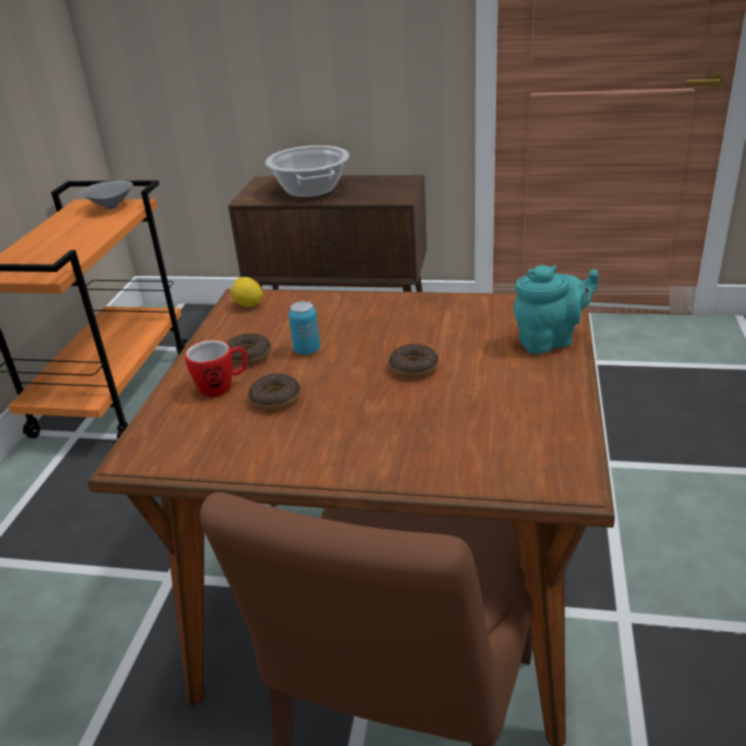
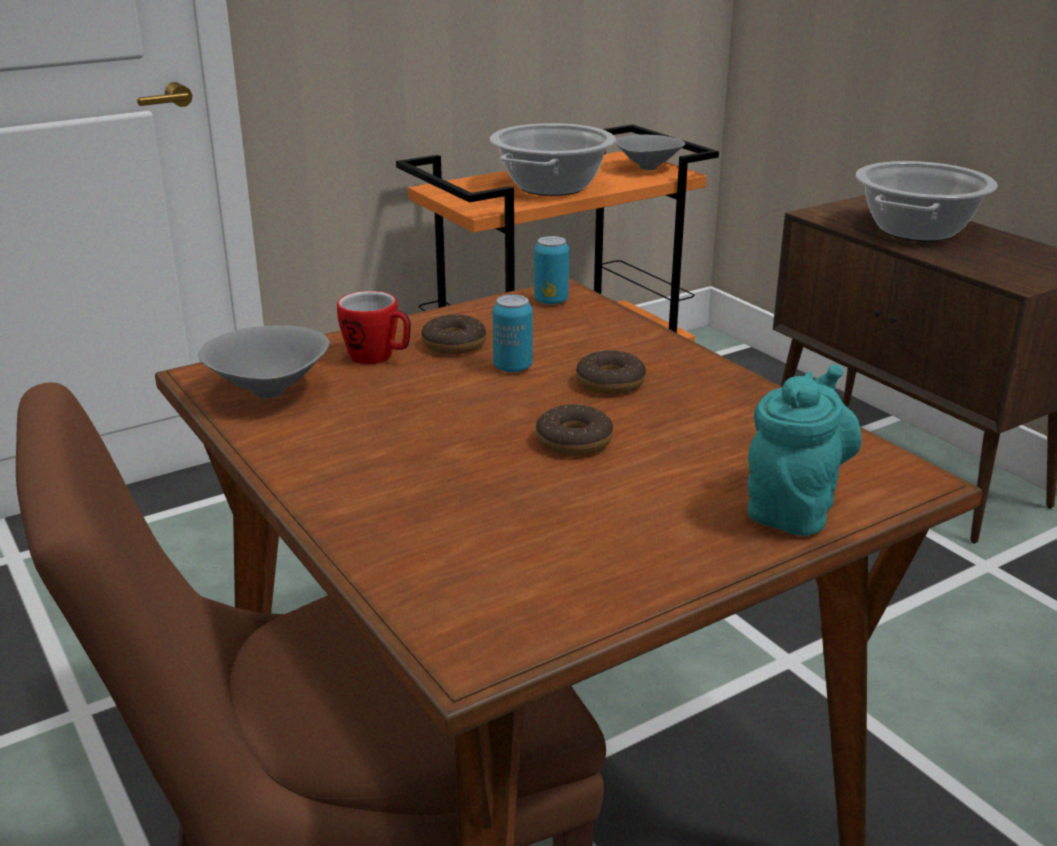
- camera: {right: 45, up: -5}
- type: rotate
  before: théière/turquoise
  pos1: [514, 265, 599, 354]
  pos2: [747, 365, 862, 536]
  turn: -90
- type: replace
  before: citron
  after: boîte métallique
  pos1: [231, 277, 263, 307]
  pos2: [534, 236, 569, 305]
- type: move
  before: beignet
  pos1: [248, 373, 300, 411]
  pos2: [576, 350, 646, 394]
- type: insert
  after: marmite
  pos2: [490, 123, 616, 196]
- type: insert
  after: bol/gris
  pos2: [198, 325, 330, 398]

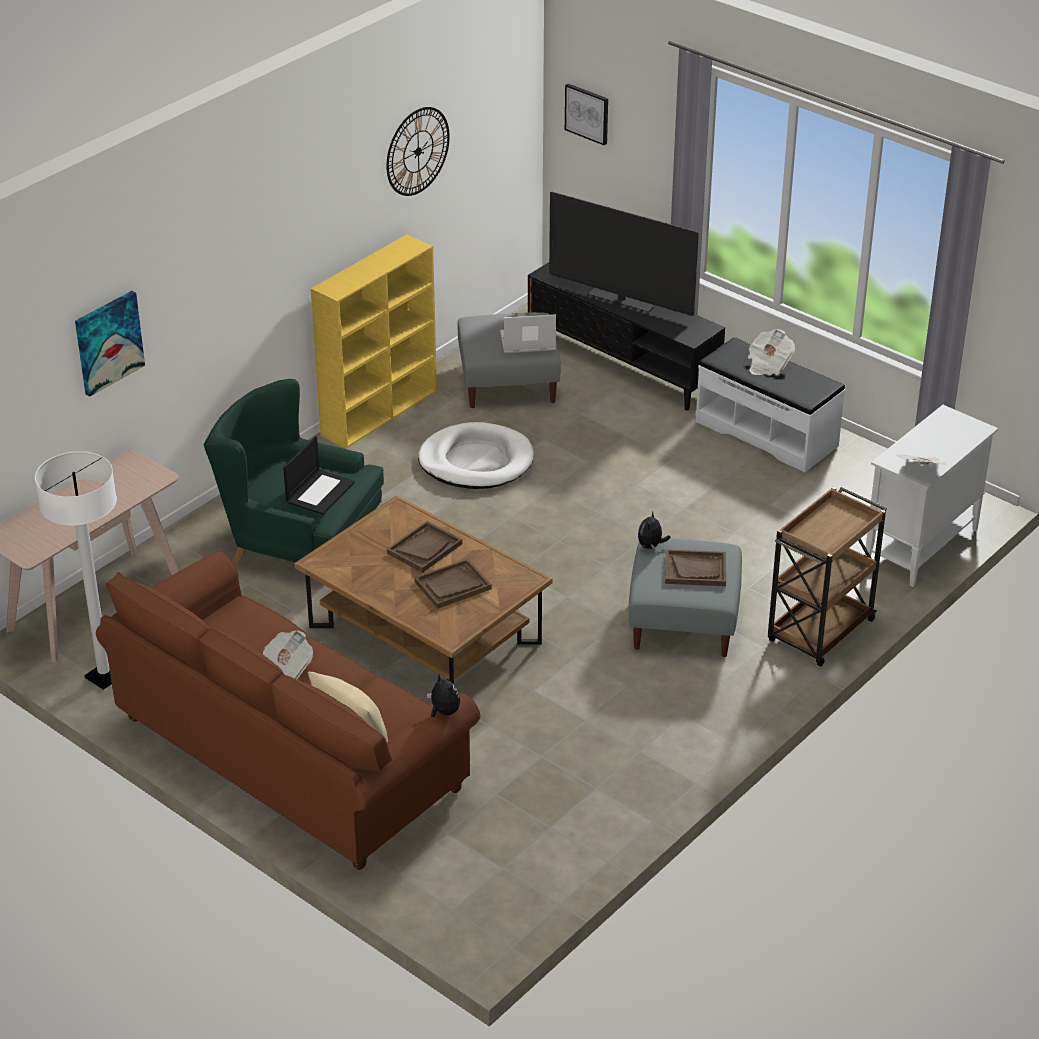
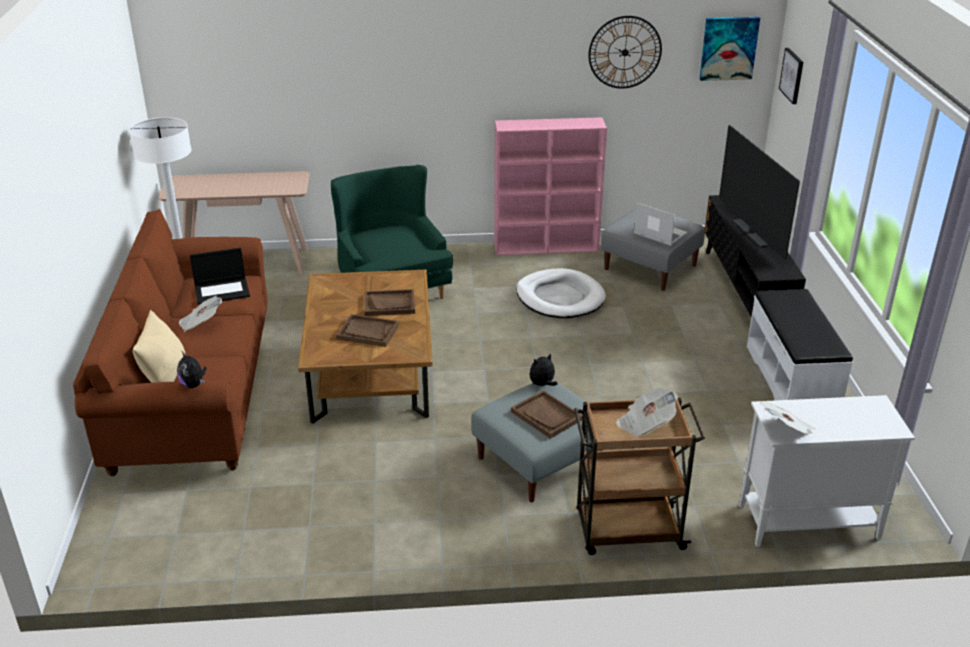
- camera: {right: 45, up: -5}
- type: recolor
  before: bibliothèque/jaune
  after: bibliothèque/rose
  pos1: [311, 235, 437, 449]
  pos2: [494, 117, 607, 255]
- type: move
  before: tableau
  pos1: [75, 291, 145, 397]
  pos2: [699, 17, 760, 81]
- type: move
  before: journal
  pos1: [748, 329, 795, 375]
  pos2: [616, 388, 678, 438]
- type: move
  before: ordinateur portable
  pos1: [283, 436, 355, 515]
  pos2: [190, 248, 250, 305]
- type: rotate
  before: peluche
  pos1: [427, 674, 460, 717]
  pos2: [177, 351, 206, 388]
  turn: 135

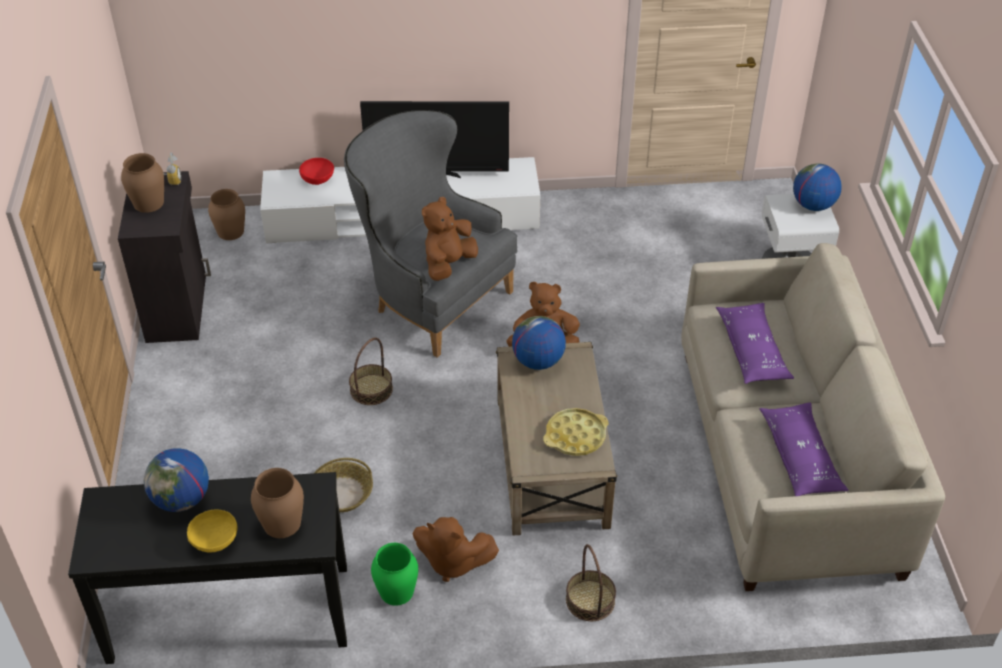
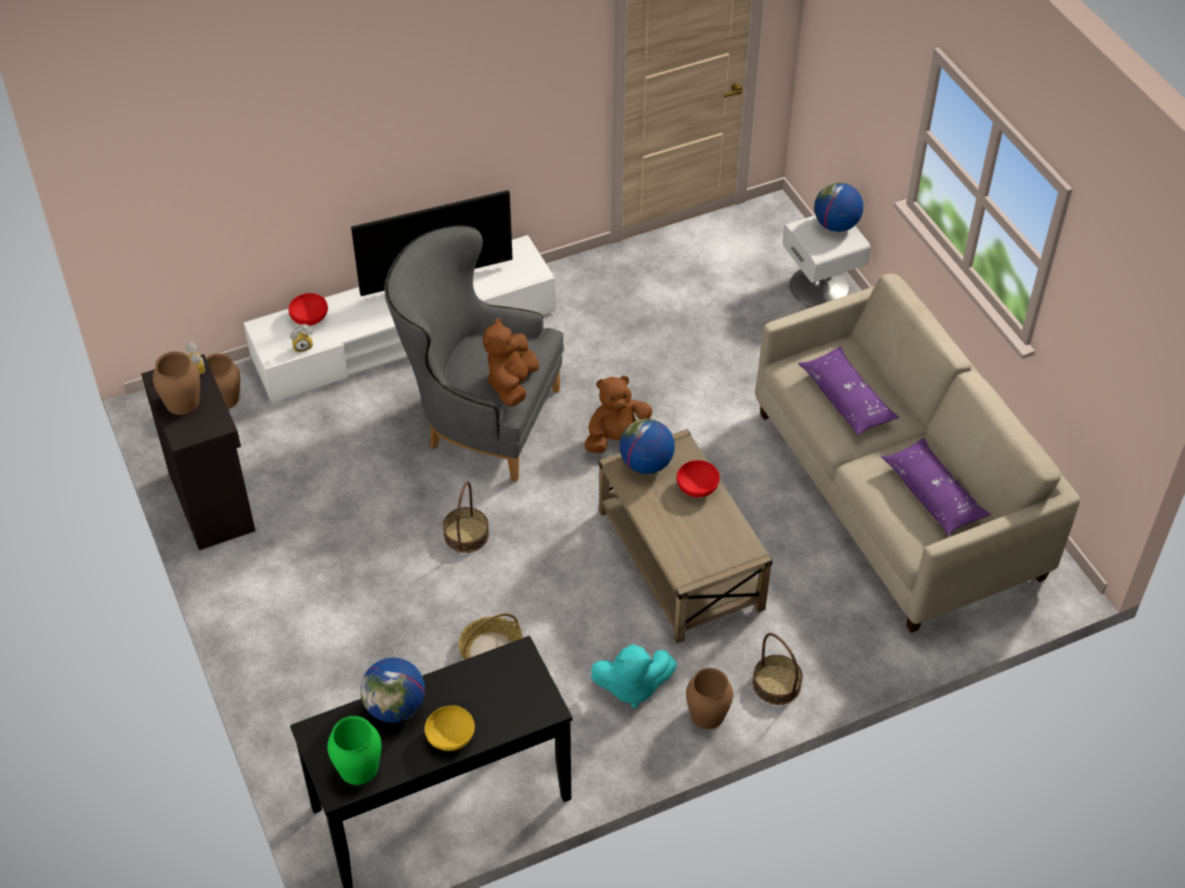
- camera: {right: -20, up: 5}
- type: delete
  before: plateau/jaune
  pos1: [543, 408, 609, 456]
- type: move
  before: vase/marron
  pos1: [251, 468, 304, 538]
  pos2: [686, 668, 733, 729]
- type: recolor
  before: peluche/marron
  after: peluche/turquoise
  pos1: [413, 517, 499, 582]
  pos2: [591, 644, 677, 708]
- type: move
  before: vase/vert
  pos1: [371, 543, 418, 606]
  pos2: [327, 716, 382, 785]
- type: insert
  after: réveil
  pos2: [290, 324, 313, 352]
- type: insert
  after: bol/rouge
  pos2: [676, 460, 720, 498]

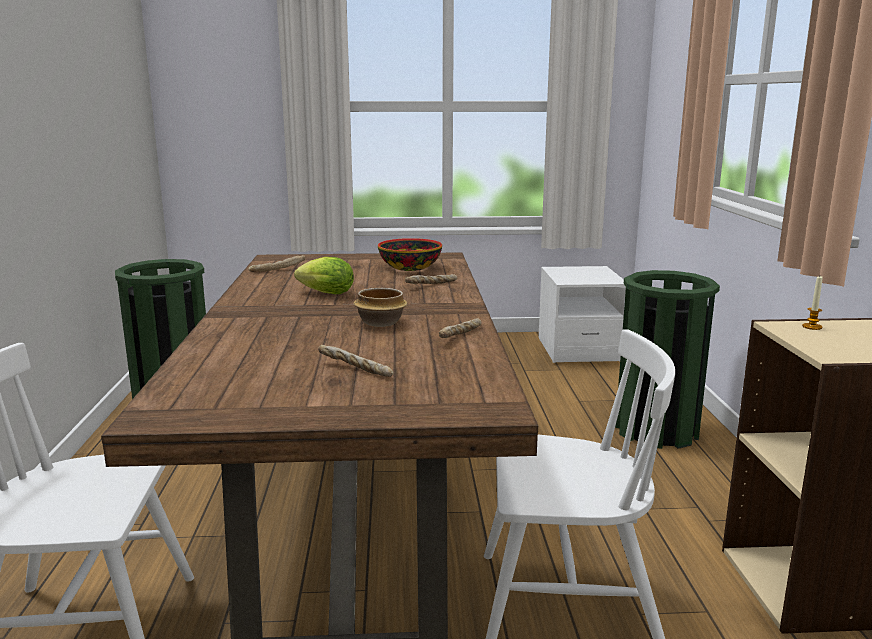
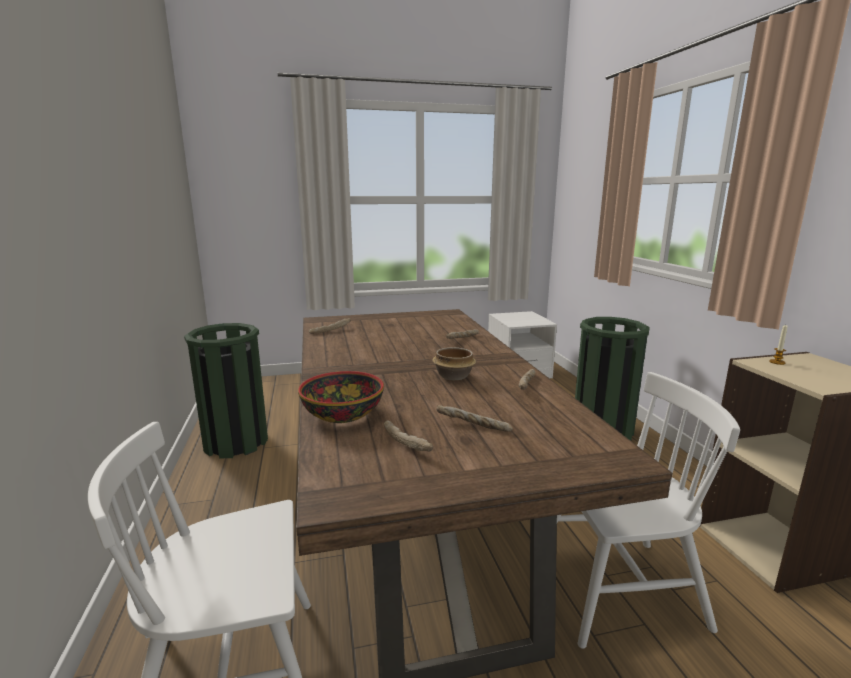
- camera: {right: -10, up: 0}
- type: move
  before: bol
  pos1: [378, 238, 442, 271]
  pos2: [298, 371, 384, 423]
- type: delete
  before: laitue
  pos1: [294, 257, 354, 294]
- type: insert
  after: pain
  pos2: [384, 420, 433, 452]

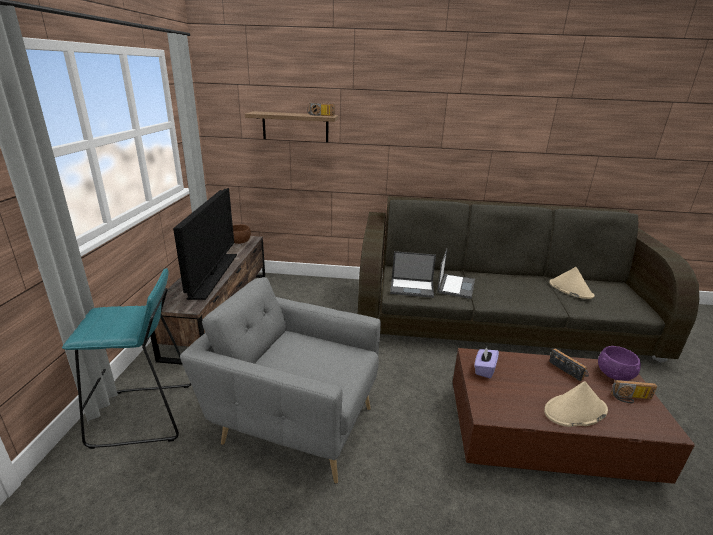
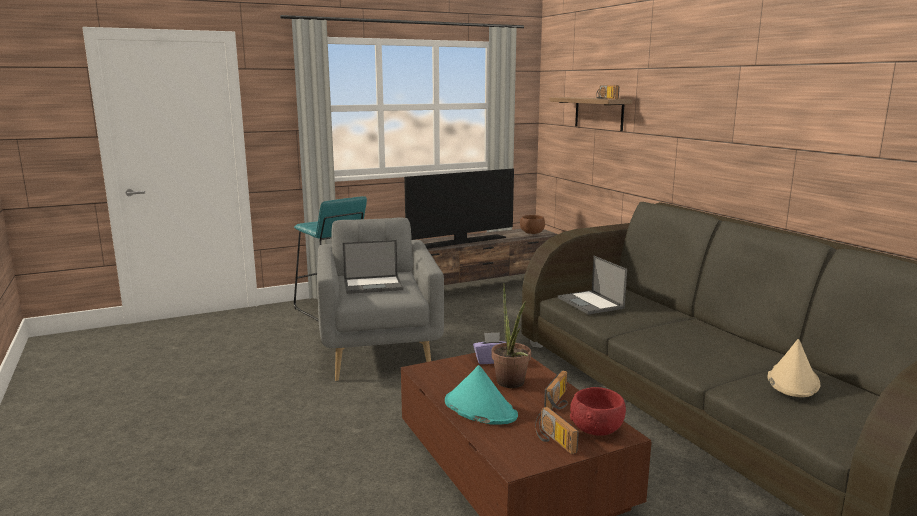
- camera: {right: 60, up: -10}
- type: move
  before: ordinateur portable
  pos1: [437, 249, 475, 299]
  pos2: [342, 240, 403, 294]
- type: recolor
  before: bol/violet
  after: bol/rouge
  pos1: [598, 346, 641, 381]
  pos2: [570, 387, 626, 436]
- type: recolor
  before: chapeau/beige
  after: chapeau/turquoise
  pos1: [544, 381, 608, 427]
  pos2: [445, 365, 518, 425]
- type: insert
  after: plante en pot
  pos2: [491, 283, 531, 388]

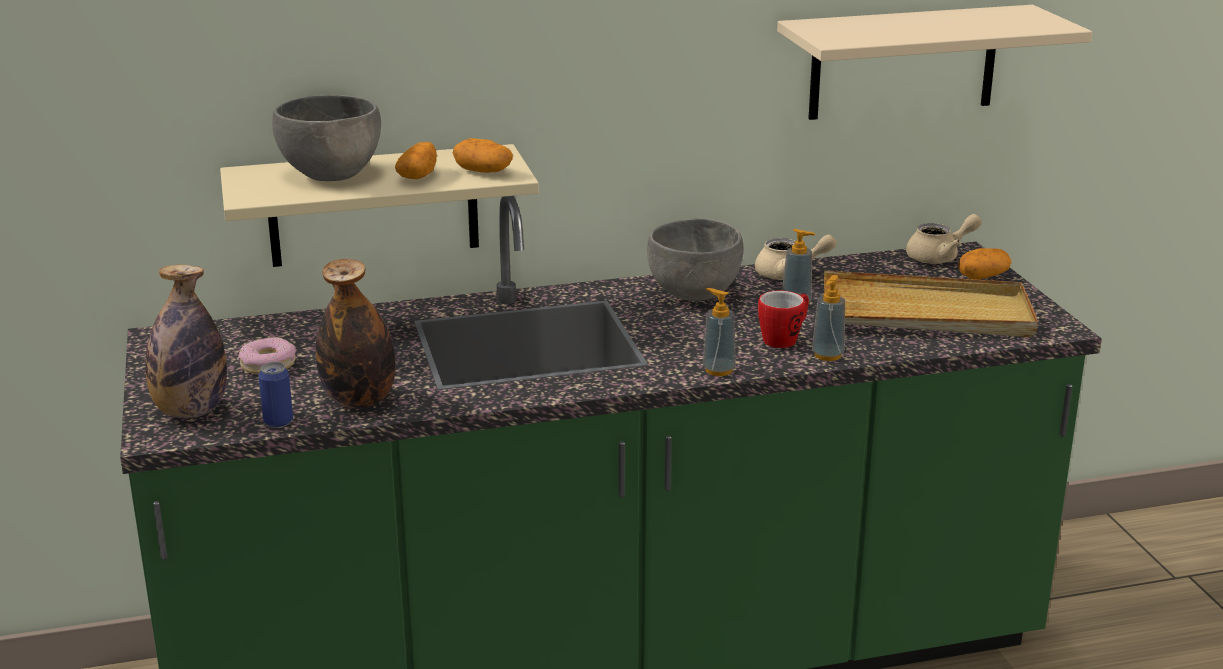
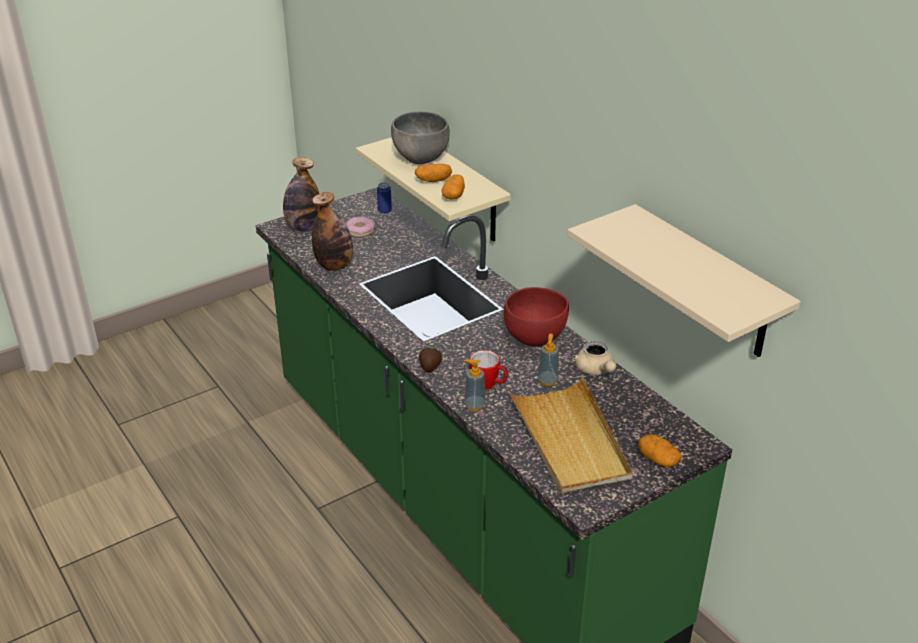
- camera: {right: 70, up: 10}
- type: delete
  before: théière/beige
  pos1: [906, 214, 982, 264]
- type: recolor
  before: bol/gris
  after: bol/rouge
  pos1: [647, 218, 744, 301]
  pos2: [504, 287, 569, 347]
- type: replace
  before: distributeur de savon
  after: pomme de terre
  pos1: [703, 288, 736, 376]
  pos2: [419, 348, 442, 372]
- type: move
  before: boîte métallique
  pos1: [258, 362, 293, 428]
  pos2: [377, 182, 392, 213]

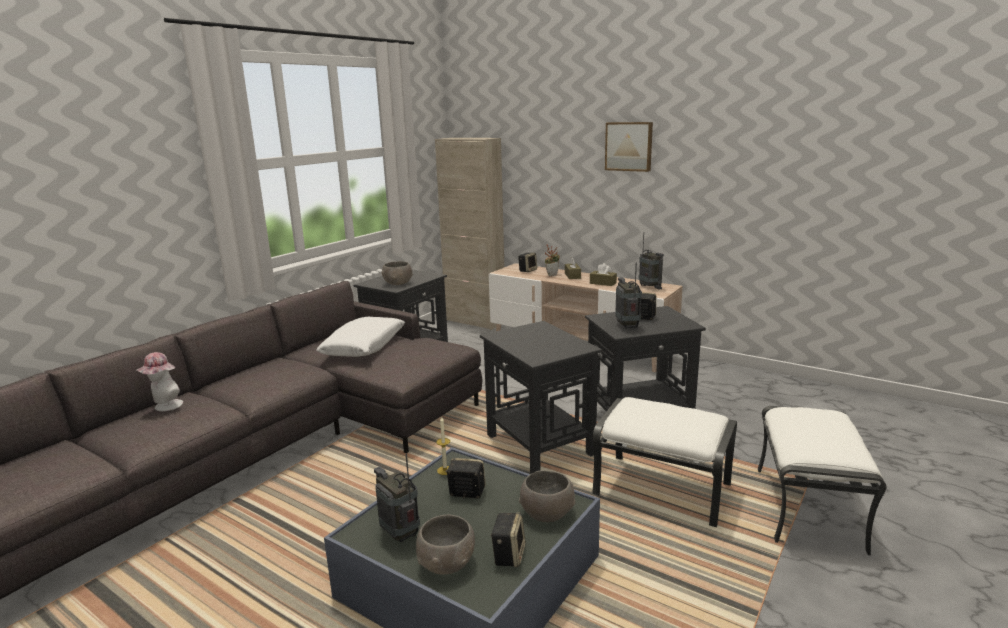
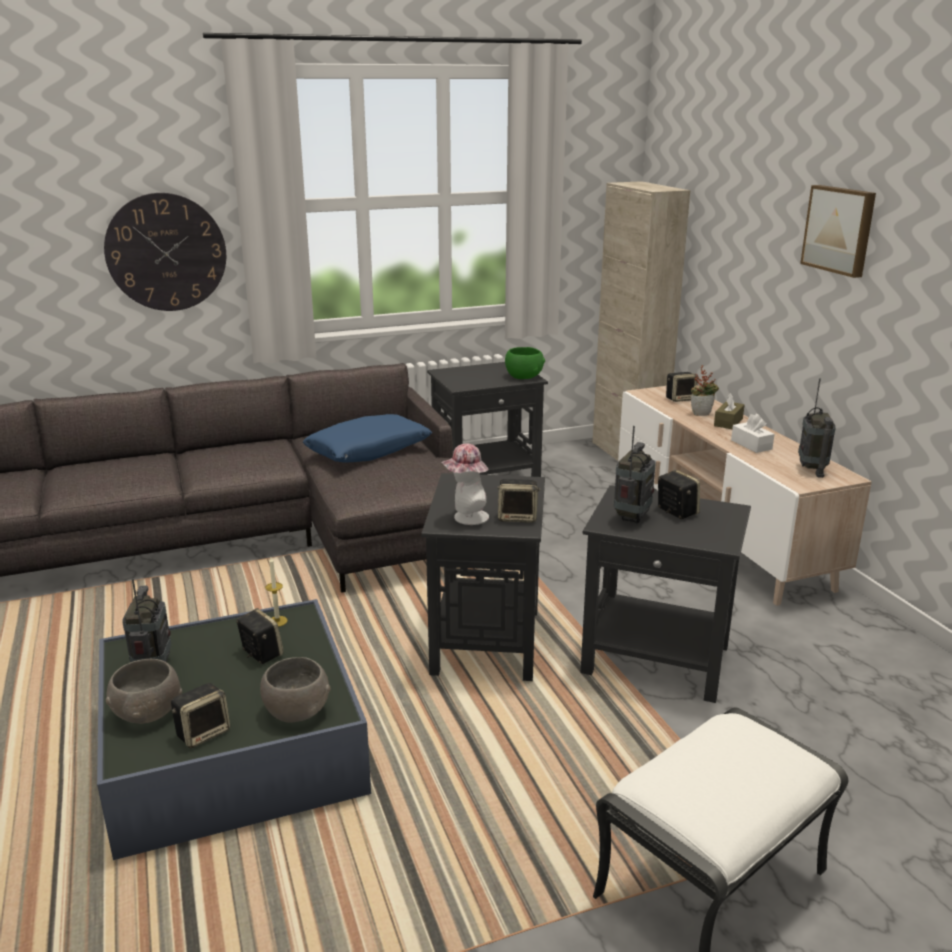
- camera: {right: 35, up: 5}
- type: delete
  before: bol/gris
  pos1: [382, 261, 413, 285]
- type: recolor
  before: boîte à mouchoirs/marron
  after: boîte à mouchoirs/blanc
  pos1: [590, 263, 617, 286]
  pos2: [731, 414, 774, 453]
- type: recolor
  before: coussin/blanc
  after: coussin/bleu
  pos1: [316, 317, 405, 357]
  pos2: [303, 414, 432, 462]
- type: move
  before: chapeau
  pos1: [136, 352, 183, 411]
  pos2: [442, 444, 489, 525]
- type: delete
  before: pouf/blanc
  pos1: [592, 397, 737, 527]
- type: insert
  after: horloge murale
  pos2: [104, 193, 226, 311]
- type: insert
  after: bol/vert
  pos2: [505, 347, 545, 379]
- type: insert
  after: enceinte
  pos2: [497, 479, 541, 523]

